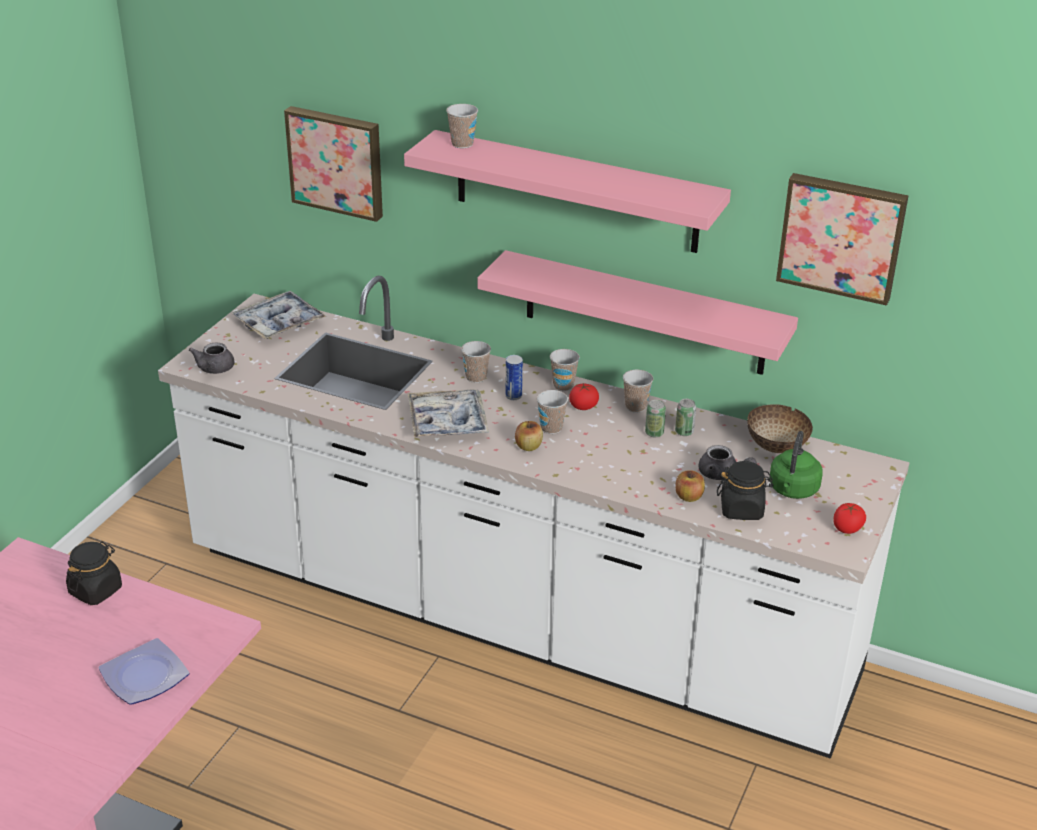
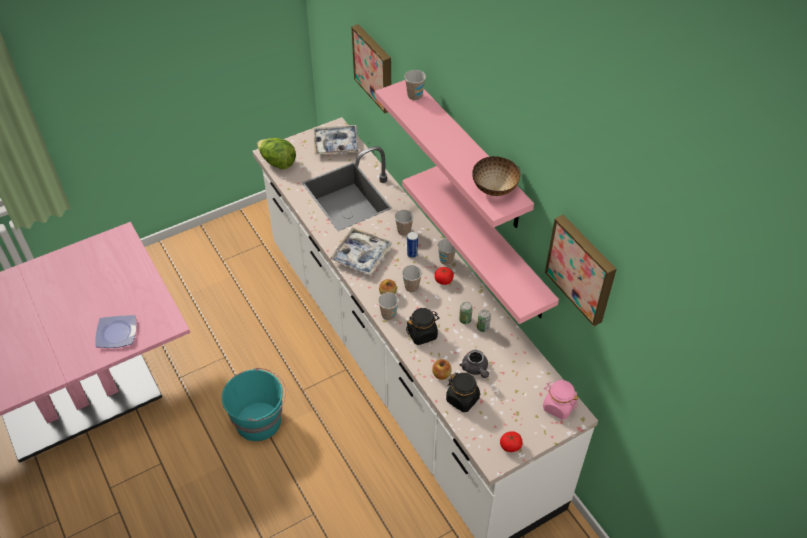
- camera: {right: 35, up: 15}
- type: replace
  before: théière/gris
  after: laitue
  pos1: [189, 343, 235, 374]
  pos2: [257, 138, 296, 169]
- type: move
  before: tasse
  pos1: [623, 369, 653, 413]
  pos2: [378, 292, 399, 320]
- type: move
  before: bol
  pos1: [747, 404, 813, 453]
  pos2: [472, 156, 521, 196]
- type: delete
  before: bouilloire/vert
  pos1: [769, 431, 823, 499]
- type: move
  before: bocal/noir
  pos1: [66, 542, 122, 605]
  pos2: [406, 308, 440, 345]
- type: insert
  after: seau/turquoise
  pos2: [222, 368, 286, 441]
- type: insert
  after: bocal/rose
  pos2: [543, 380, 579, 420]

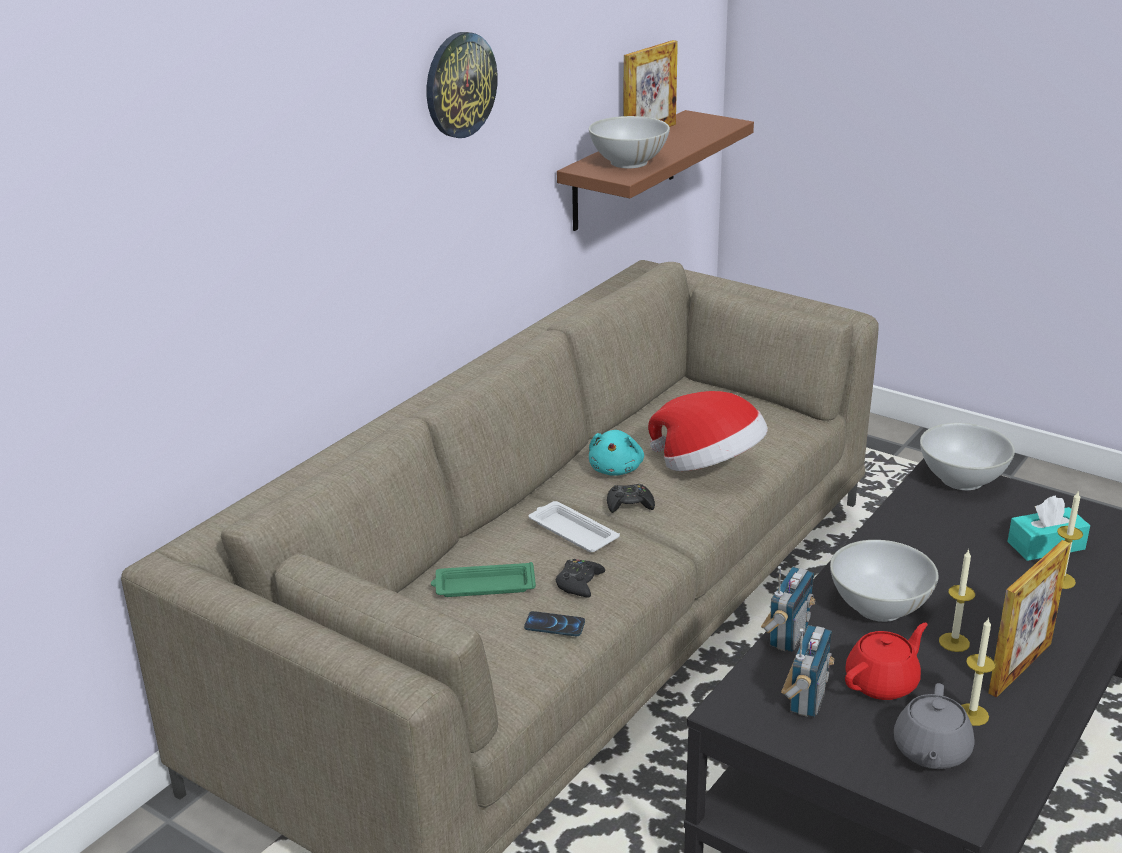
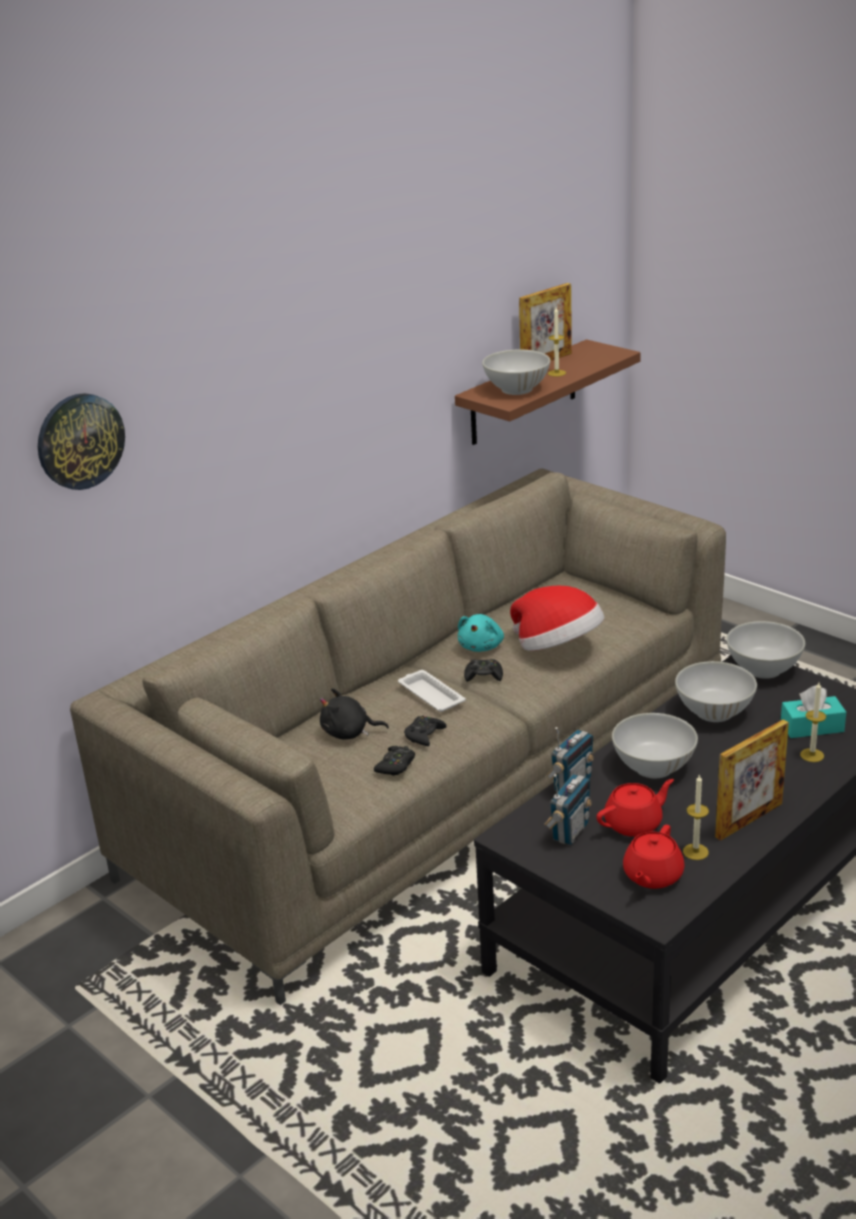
- camera: {right: 10, up: 0}
- type: move
  before: horloge murale
  pos1: [427, 32, 498, 138]
  pos2: [38, 393, 125, 490]
- type: move
  before: bougie
  pos1: [939, 549, 975, 652]
  pos2: [548, 307, 566, 377]
- type: replace
  before: plateau/vert
  after: peluche/noir
  pos1: [431, 562, 536, 597]
  pos2: [320, 688, 389, 740]
- type: replace
  before: téléphone
  after: manette/noir
  pos1: [524, 611, 585, 636]
  pos2: [374, 746, 415, 776]
- type: recolor
  before: théière/gris
  after: théière/rouge
  pos1: [894, 683, 975, 769]
  pos2: [623, 825, 685, 889]
- type: insert
  after: bol/blanc
  pos2: [675, 661, 757, 722]

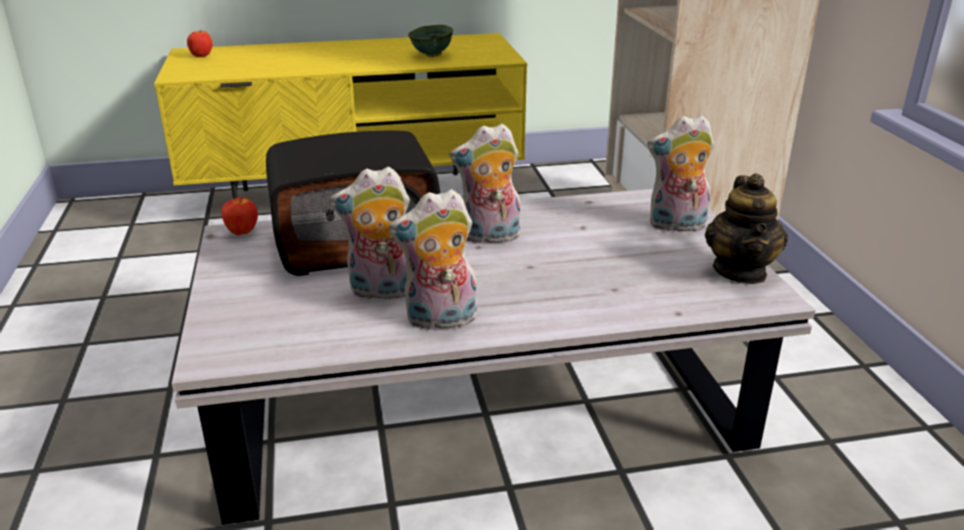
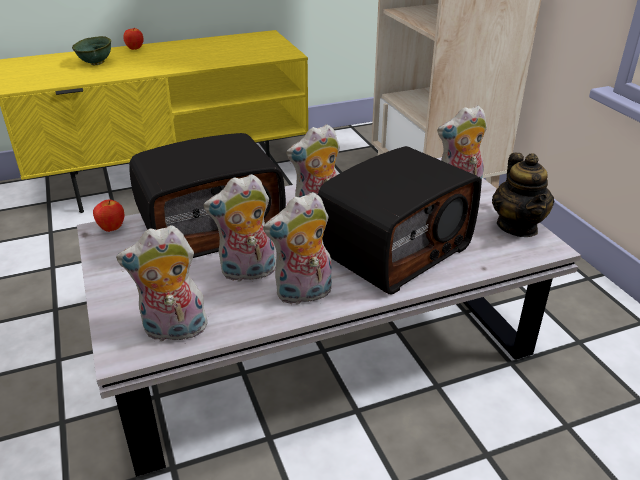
- camera: {right: -10, up: 5}
- type: move
  before: bol/vert
  pos1: [408, 25, 453, 57]
  pos2: [72, 36, 111, 65]
- type: move
  before: pomme
  pos1: [187, 30, 213, 57]
  pos2: [123, 28, 144, 50]
- type: insert
  after: radio
  pos2: [318, 146, 481, 294]
- type: insert
  after: peluche
  pos2: [116, 225, 208, 342]

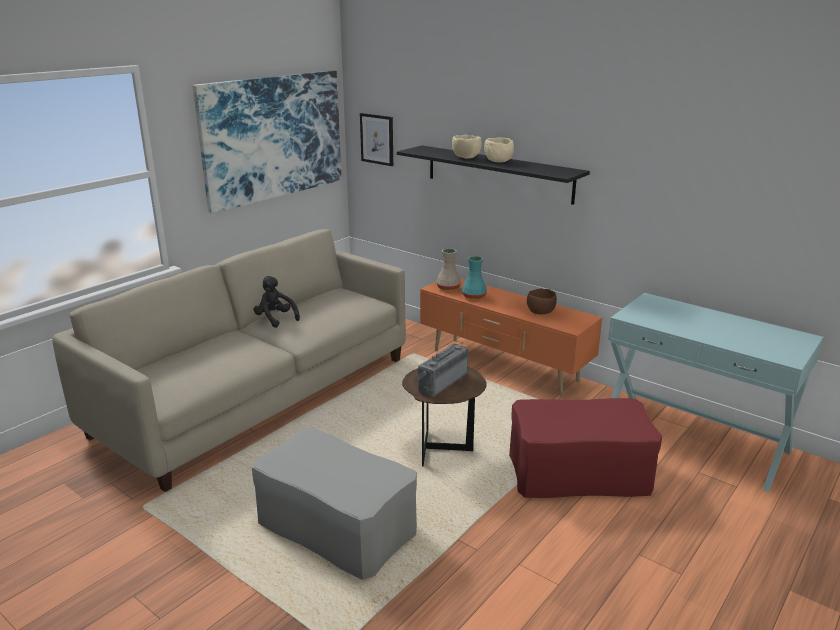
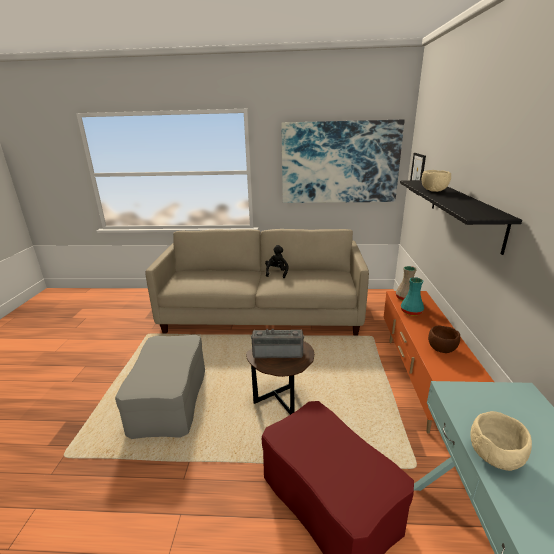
- camera: {right: 55, up: 0}
- type: move
  before: bol/beige
  pos1: [484, 137, 514, 162]
  pos2: [471, 411, 532, 471]

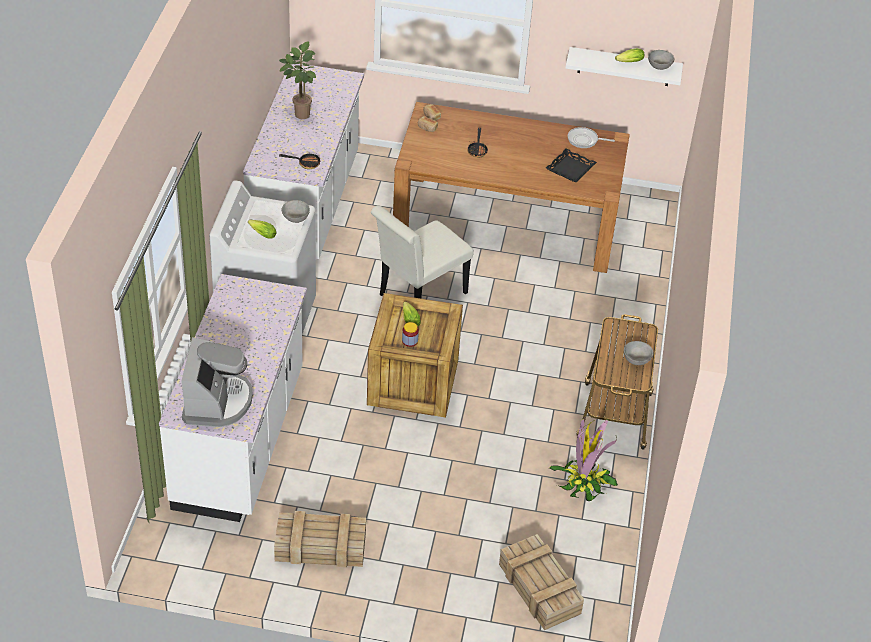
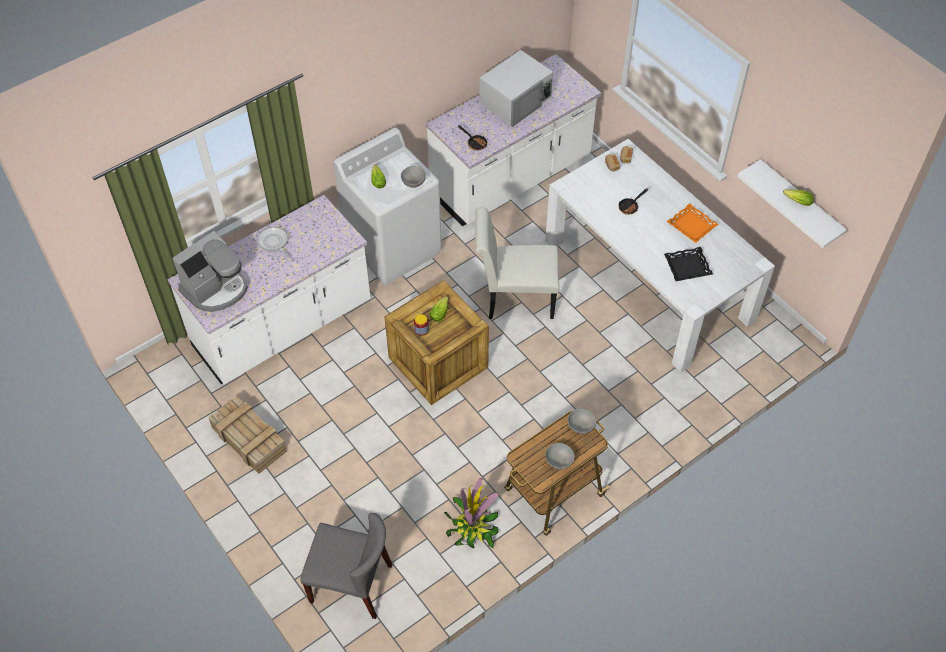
- camera: {right: 45, up: 10}
- type: replace
  before: plante en pot
  after: micro-ondes/blanc
  pos1: [279, 41, 316, 119]
  pos2: [479, 50, 553, 127]
- type: move
  before: bol/gris
  pos1: [648, 50, 675, 70]
  pos2: [568, 408, 596, 434]
- type: recolor
  before: table à manger/marron
  after: table à manger/blanc
  pos1: [393, 102, 630, 273]
  pos2: [545, 139, 775, 373]
- type: move
  before: poêle
  pos1: [568, 127, 615, 148]
  pos2: [257, 227, 290, 259]
- type: replace
  before: caisse
  after: chaise/gris
  pos1: [499, 534, 584, 630]
  pos2: [300, 513, 392, 619]
- type: insert
  after: plateau/orange
  pos2: [667, 203, 719, 243]

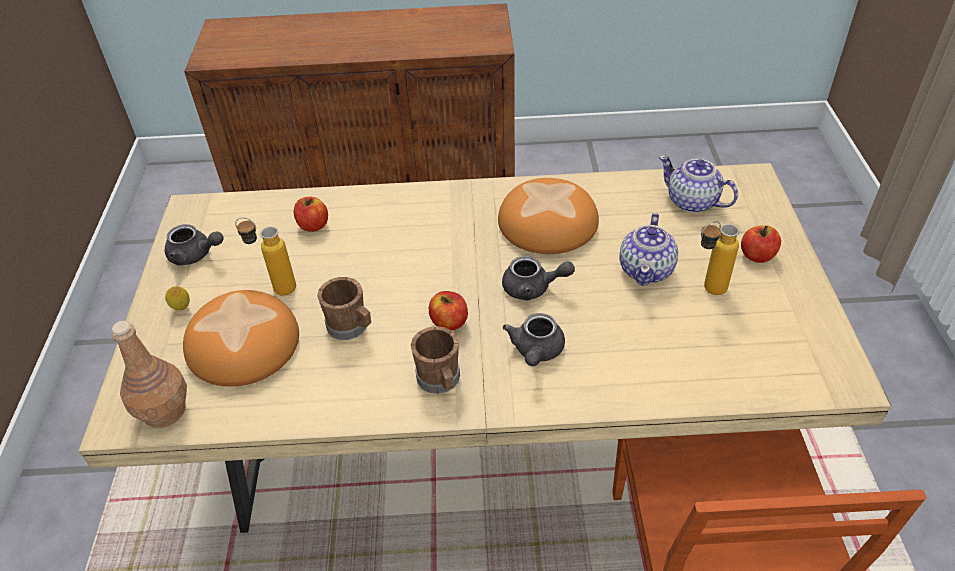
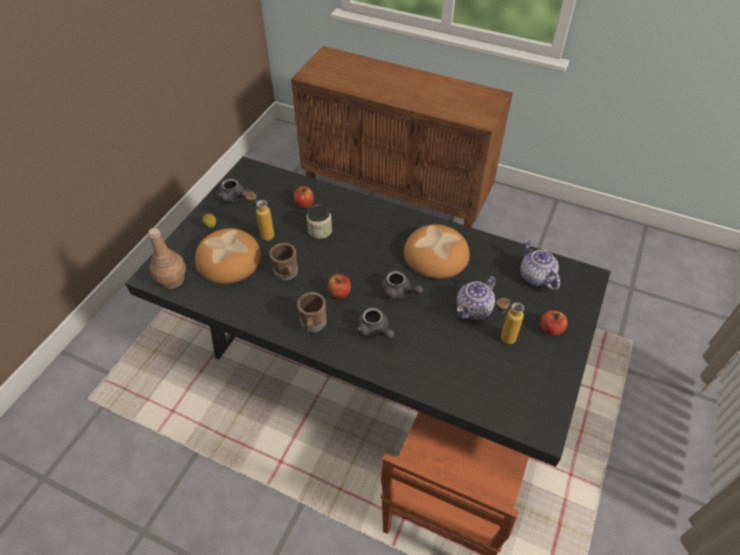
- camera: {right: 25, up: 5}
- type: recolor
  before: table à manger/beige
  after: table à manger/noir
  pos1: [79, 163, 891, 533]
  pos2: [125, 157, 611, 467]
- type: rotate
  before: théière/gris
  pos1: [503, 313, 565, 366]
  pos2: [356, 308, 395, 339]
  turn: -75
- type: insert
  after: bocal
  pos2: [306, 204, 332, 239]

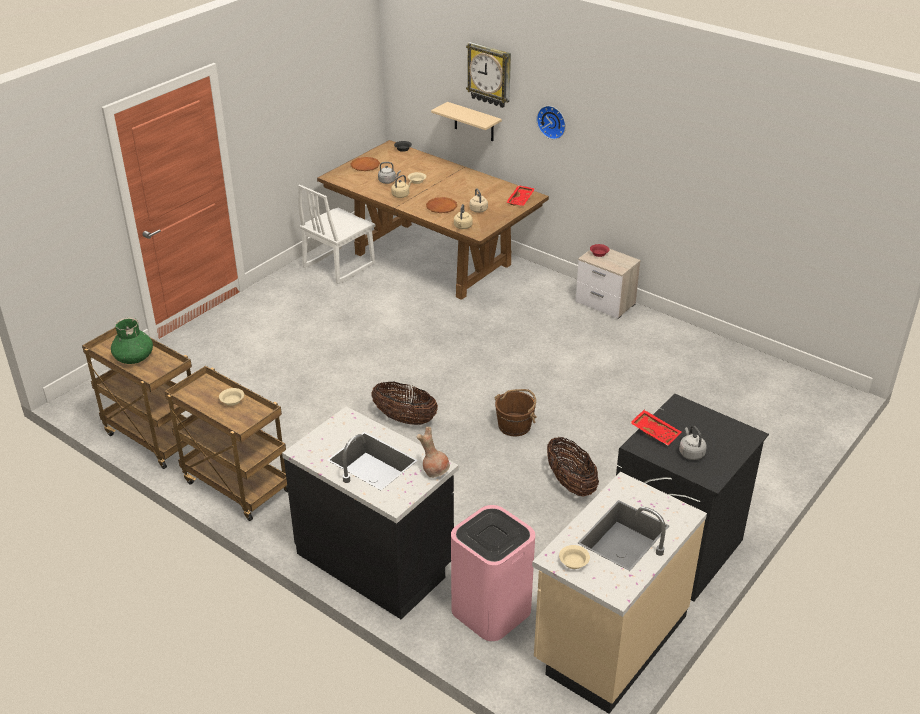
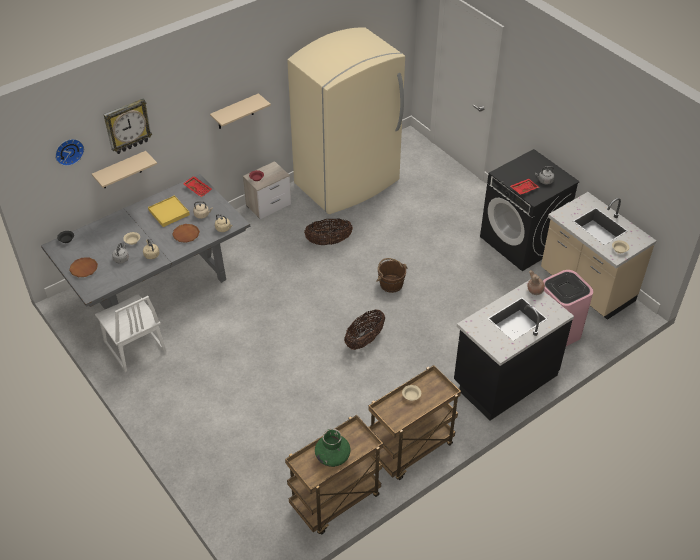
- camera: {right: -75, up: 10}
- type: move
  before: horloge murale
  pos1: [537, 106, 566, 140]
  pos2: [55, 139, 84, 166]
- type: recolor
  before: table à manger/marron
  after: table à manger/gris
  pos1: [317, 140, 549, 300]
  pos2: [41, 174, 250, 309]
- type: move
  before: panier
  pos1: [547, 437, 599, 496]
  pos2: [304, 218, 353, 245]
- type: insert
  after: réfrigérateur/beige
  pos2: [287, 27, 405, 214]
- type: insert
  after: étagère/beige
  pos2: [210, 93, 271, 129]
- type: insert
  after: plateau/jaune
  pos2: [148, 195, 190, 227]

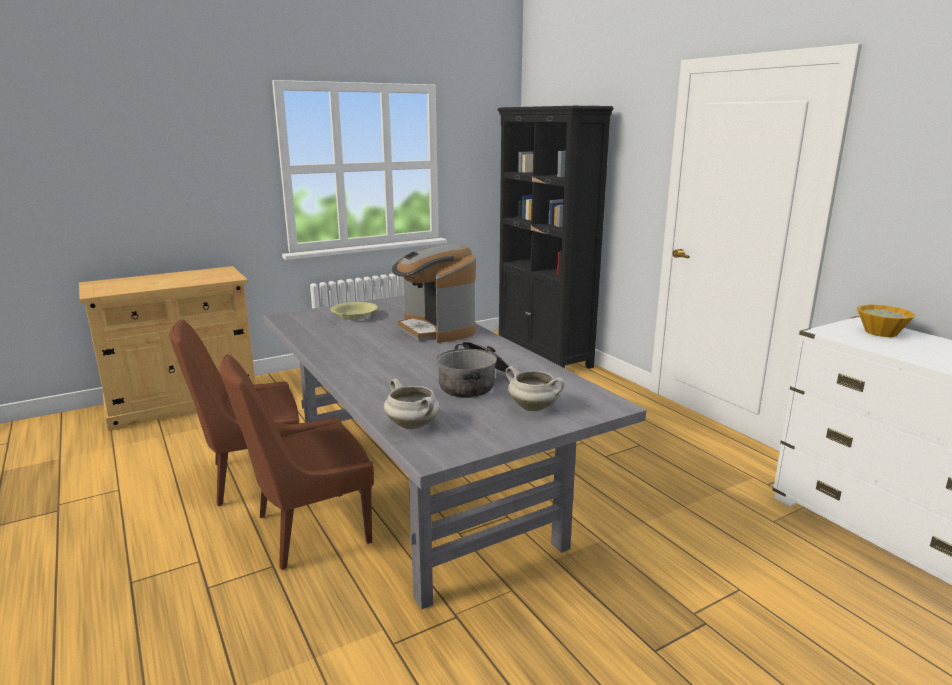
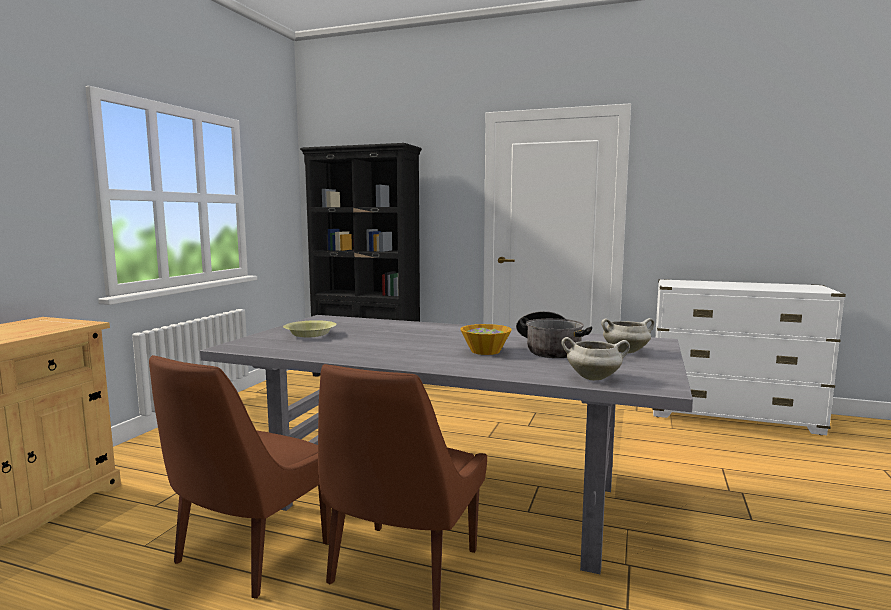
- camera: {right: -40, up: -10}
- type: delete
  before: machine à café
  pos1: [392, 244, 476, 343]
- type: move
  before: bol
  pos1: [857, 305, 916, 337]
  pos2: [460, 324, 512, 355]

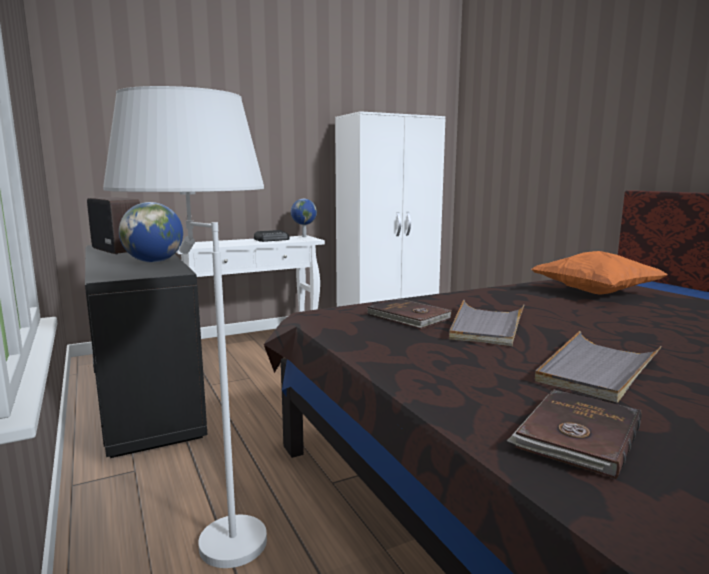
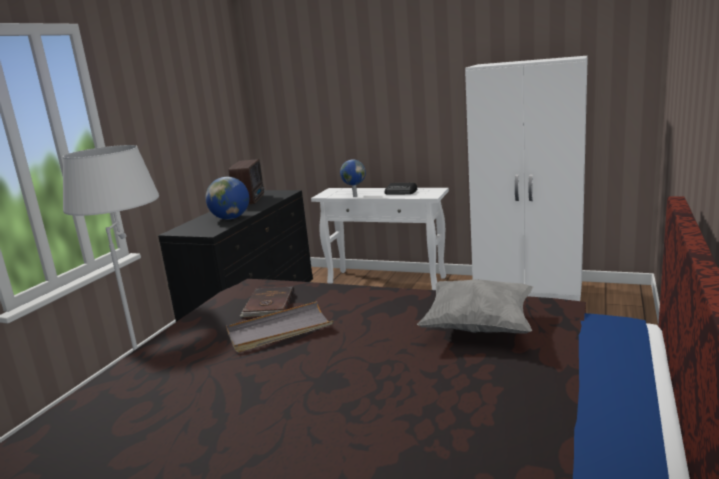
- camera: {right: 50, up: 5}
- type: move
  before: globe
  pos1: [291, 199, 317, 237]
  pos2: [340, 159, 366, 197]
- type: recolor
  before: coussin/orange
  after: coussin/gris
  pos1: [532, 251, 668, 295]
  pos2: [417, 279, 533, 334]
- type: delete
  before: plateau/gris
  pos1: [535, 331, 662, 403]
- type: delete
  before: livre/marron
  pos1: [507, 389, 642, 479]

